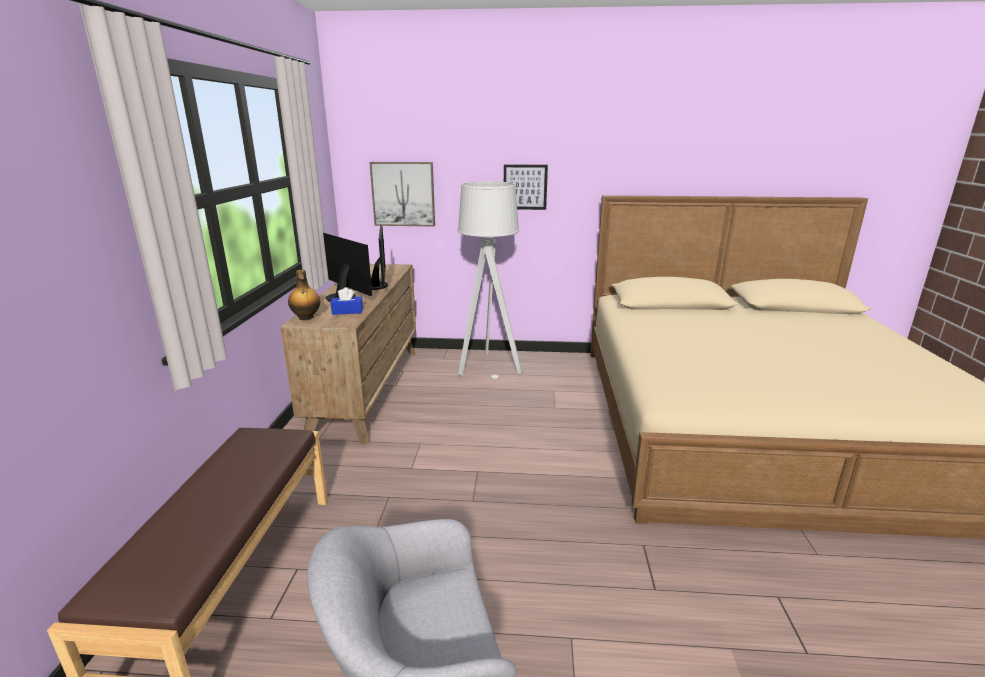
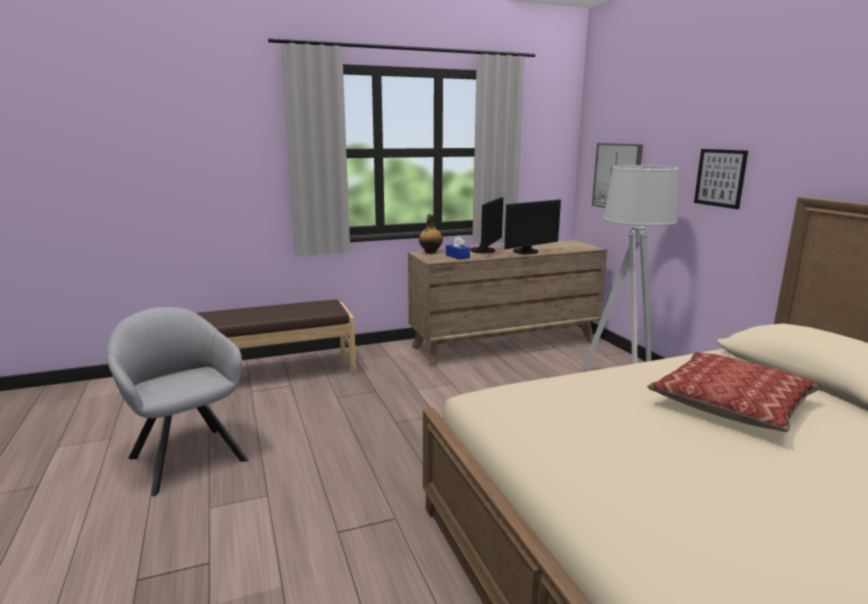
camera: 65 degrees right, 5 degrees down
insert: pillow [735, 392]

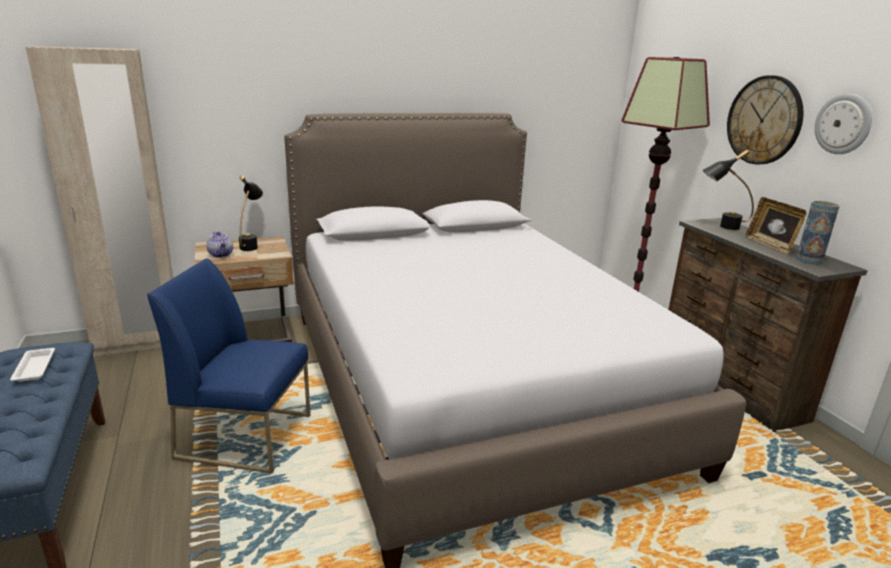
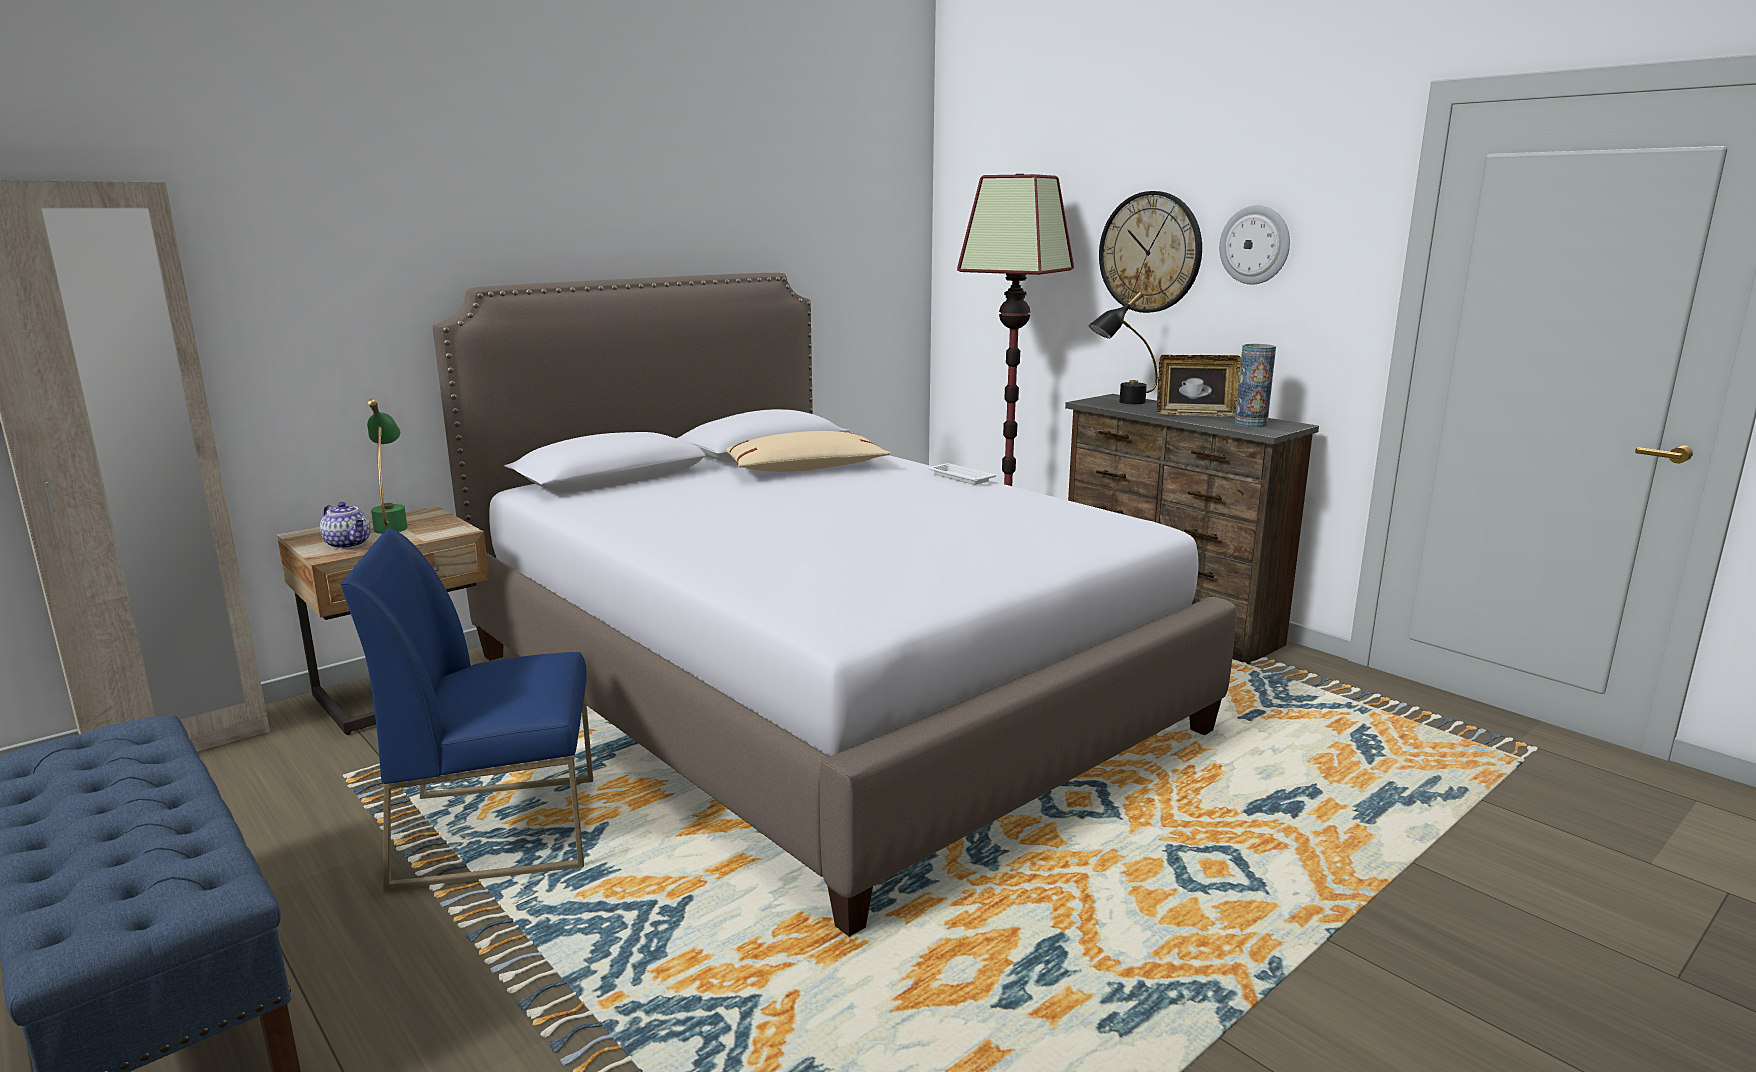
camera: 20 degrees left, 5 degrees down
insert: pillow in beige [808, 451]
move: tray in white [32, 365] to [962, 474]
recolor: table lamp in black [251, 213] to table lamp in green [387, 466]
rotate: picture frame [776, 225] = [1199, 386] 45 degrees counterclockwise

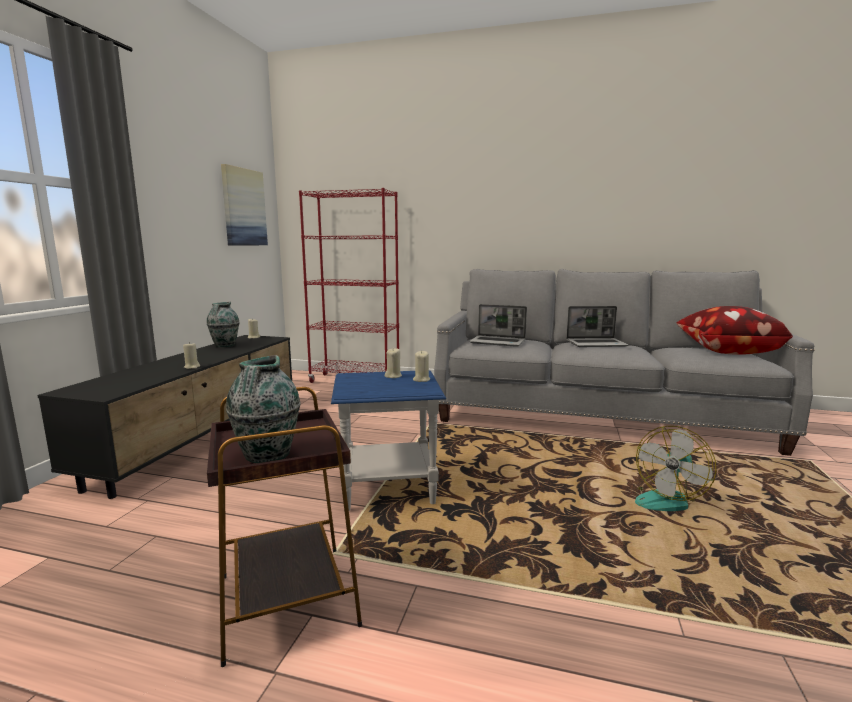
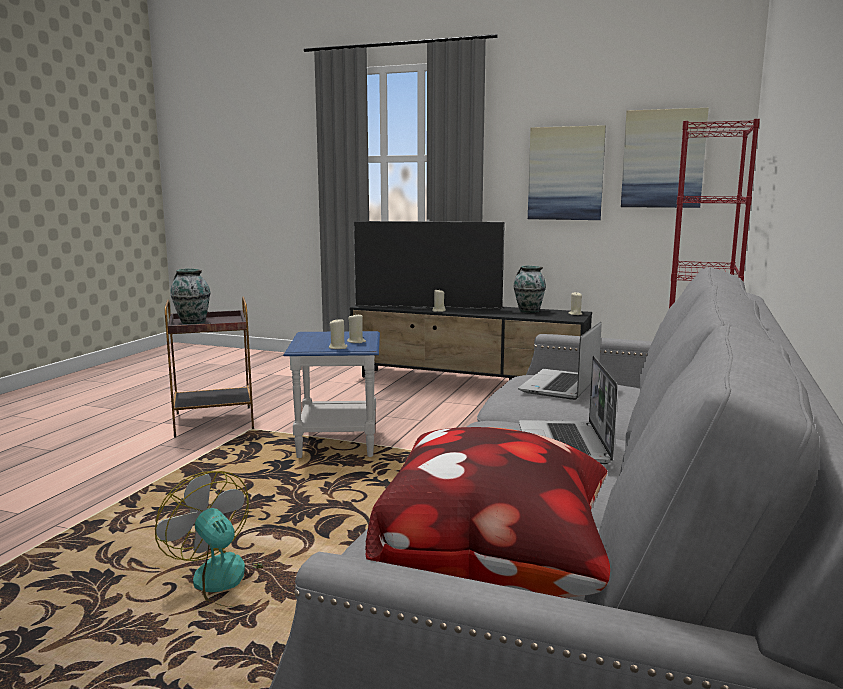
camera: 95 degrees right, 0 degrees up
insert: television [429, 264]; picture [567, 172]

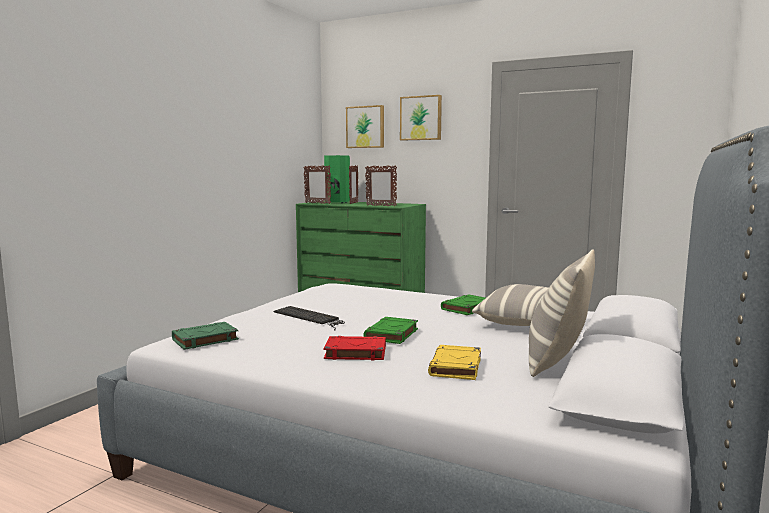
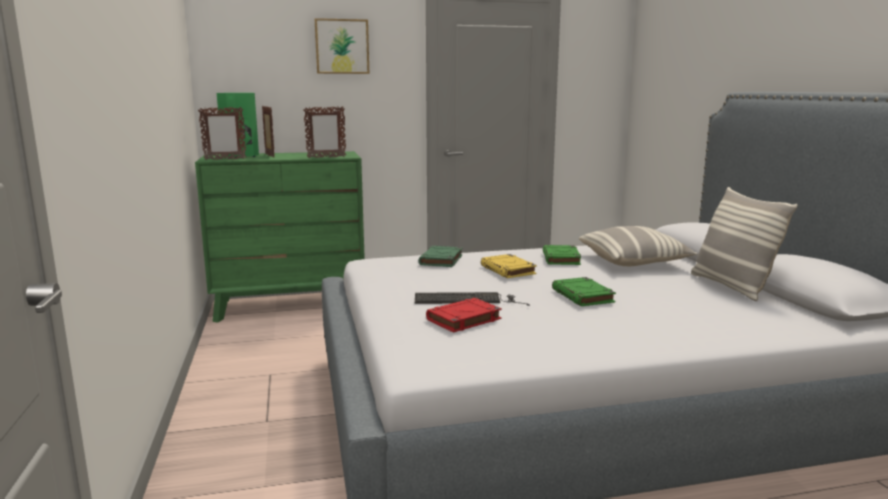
camera: 40 degrees left, 5 degrees up
delete: picture [365, 126]
move: book in green [205, 336] to [440, 256]; book in red [355, 348] to [464, 315]; book in yellow [454, 362] to [509, 266]

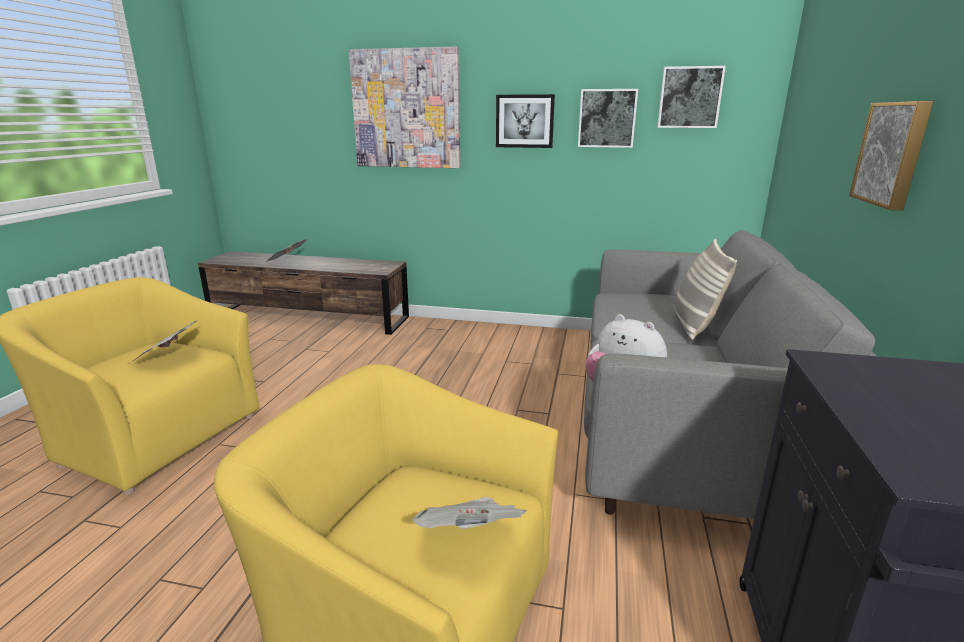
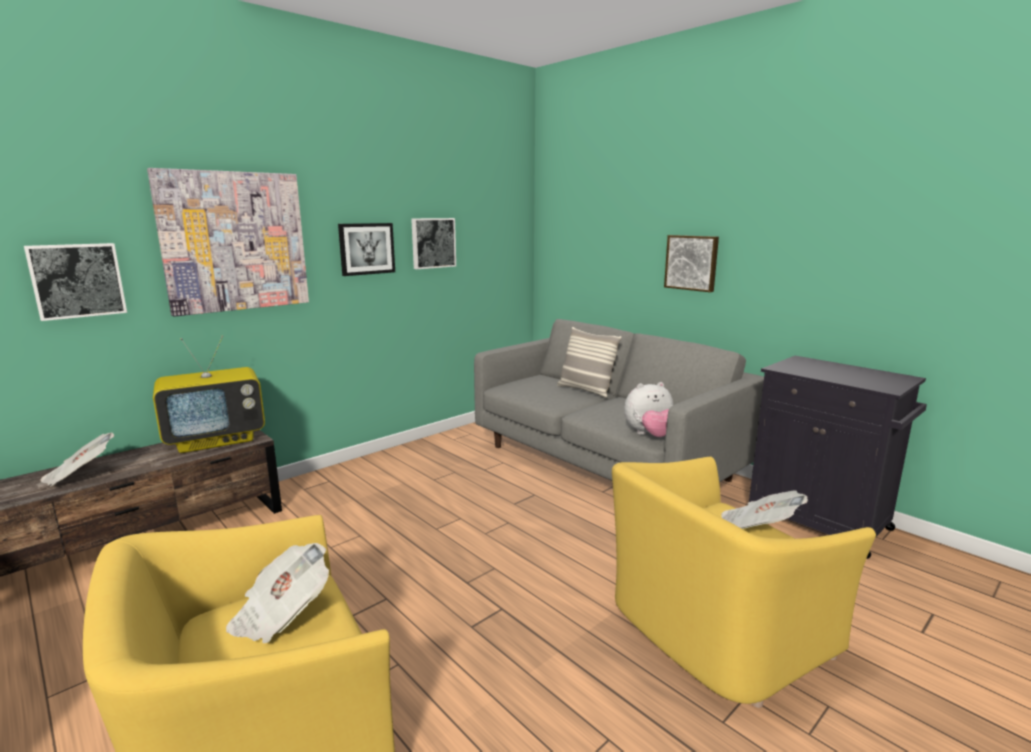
camera: 55 degrees left, 5 degrees down
insert: television [209, 394]
move: picture [691, 97] to [75, 282]

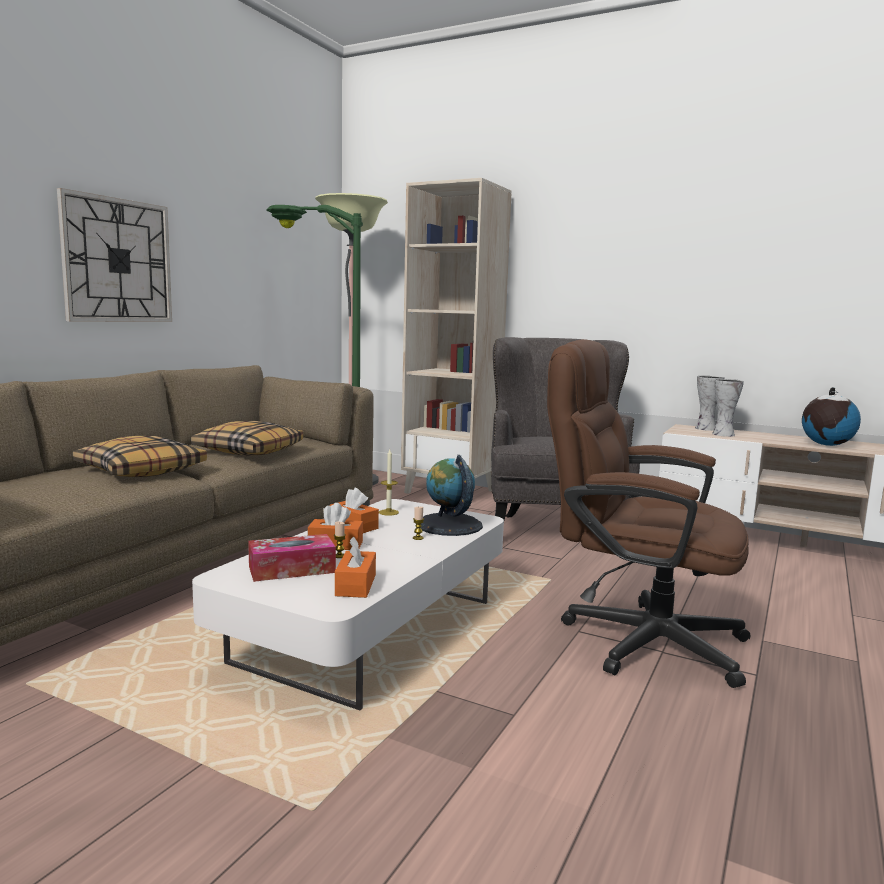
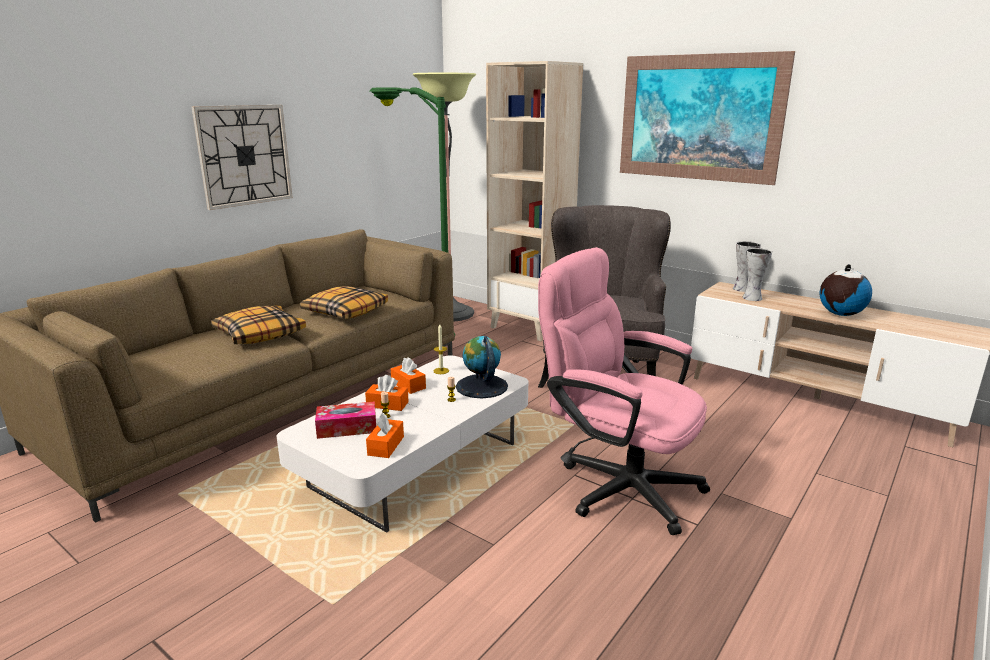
camera: 10 degrees right, 10 degrees up
insert: picture [707, 118]
recolor: office chair in brown [648, 513] to office chair in pink [624, 391]

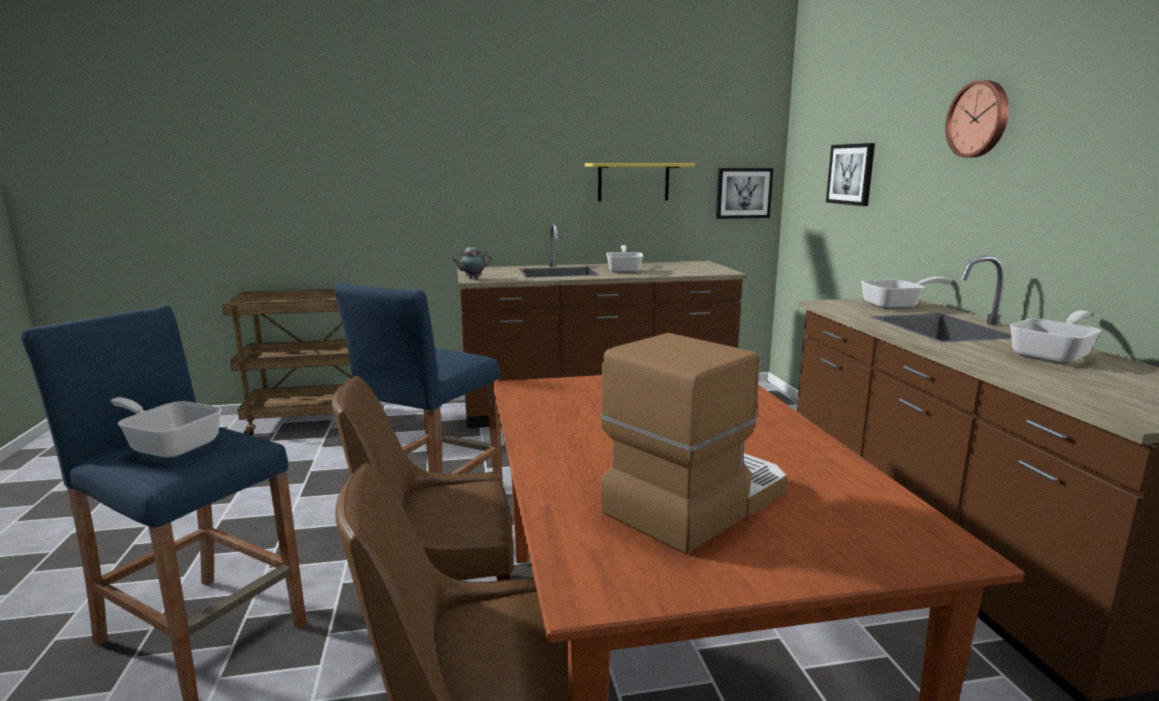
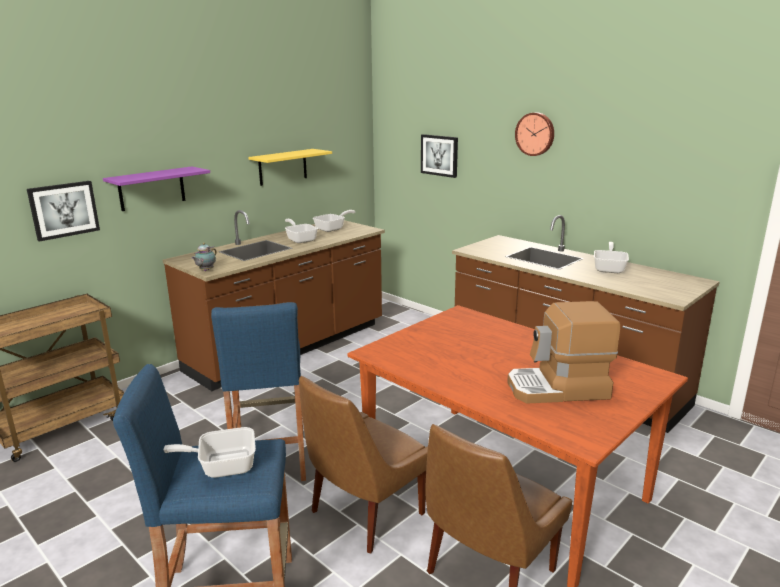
camera: 35 degrees left, 5 degrees up
insert: shelf in purple [156, 188]
move: picture [744, 193] to [63, 211]; frying pan [906, 293] to [334, 221]
rotate: coffee machine [693, 443] = [563, 352] 105 degrees counterclockwise

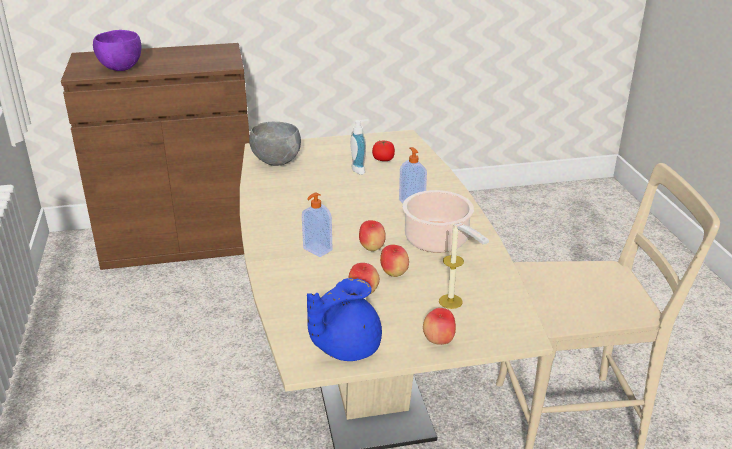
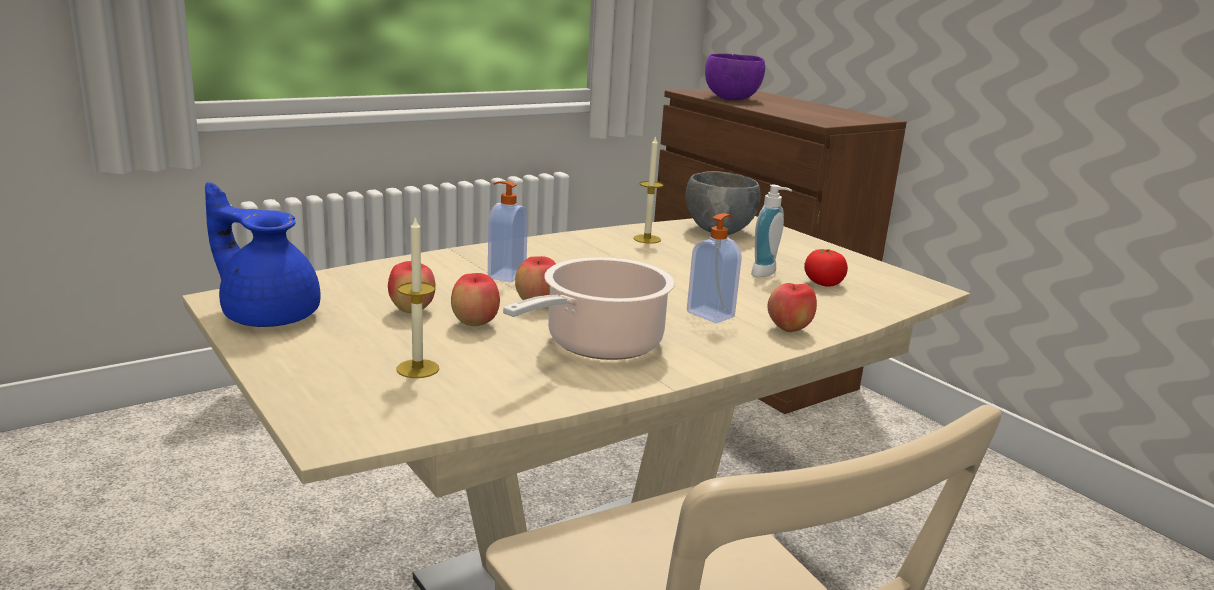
camera: 65 degrees right, 10 degrees down
insert: candle [649, 189]
move: apple [439, 326] to [792, 307]

